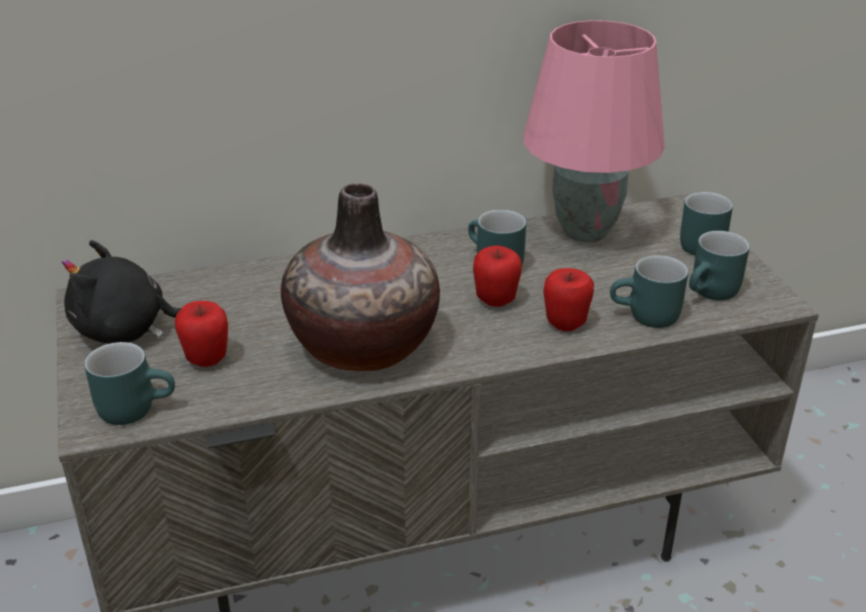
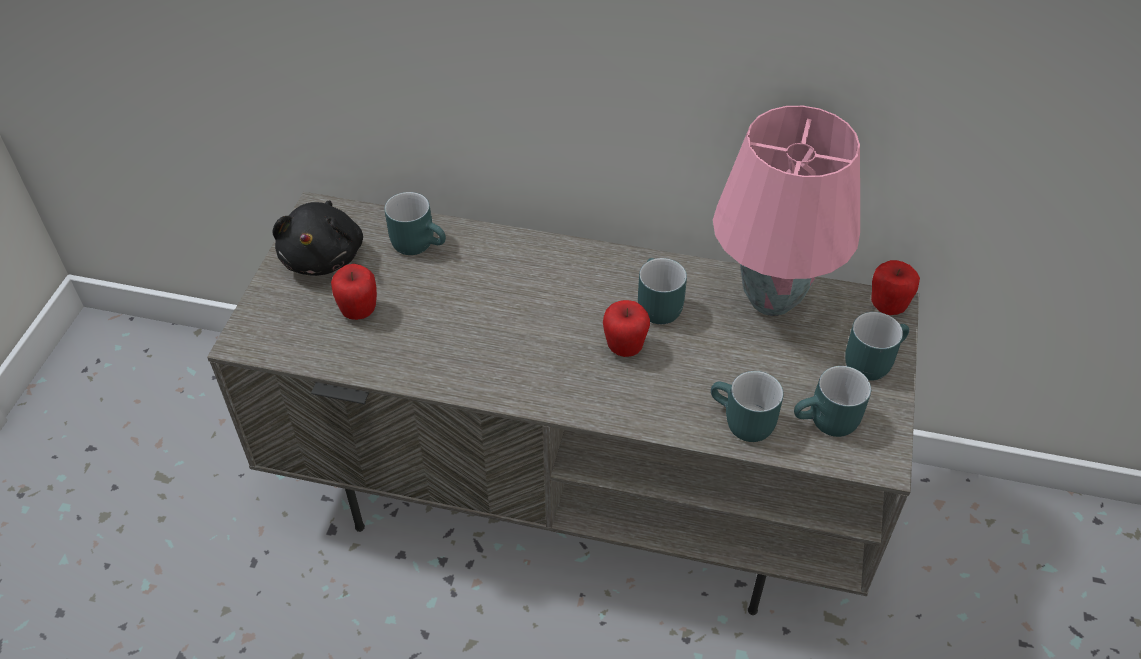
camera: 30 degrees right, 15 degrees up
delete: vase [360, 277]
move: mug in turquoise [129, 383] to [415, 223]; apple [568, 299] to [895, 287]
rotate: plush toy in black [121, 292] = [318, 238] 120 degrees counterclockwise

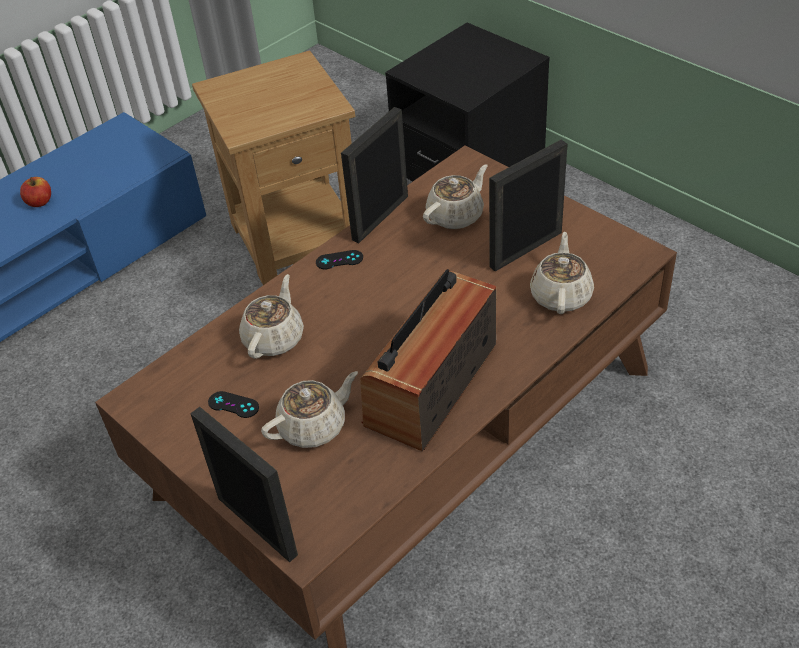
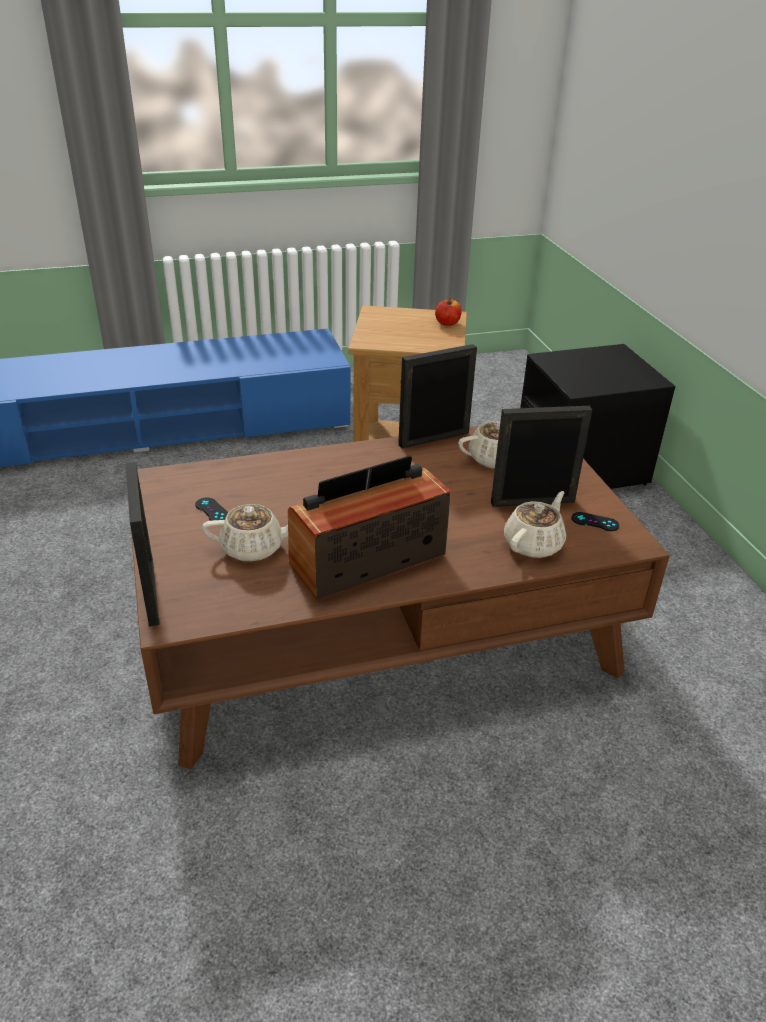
camera: 25 degrees right, 10 degrees down
delete: teapot in beige [271, 316]
move: apple [35, 192] to [448, 312]; game controller in black [339, 259] to [595, 521]

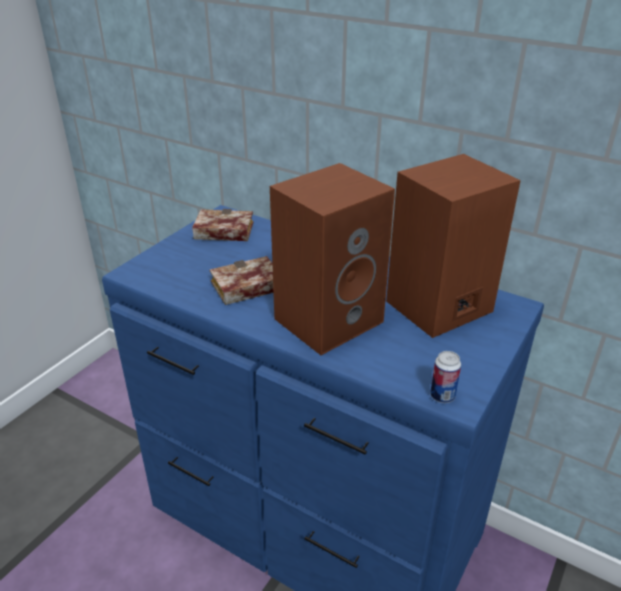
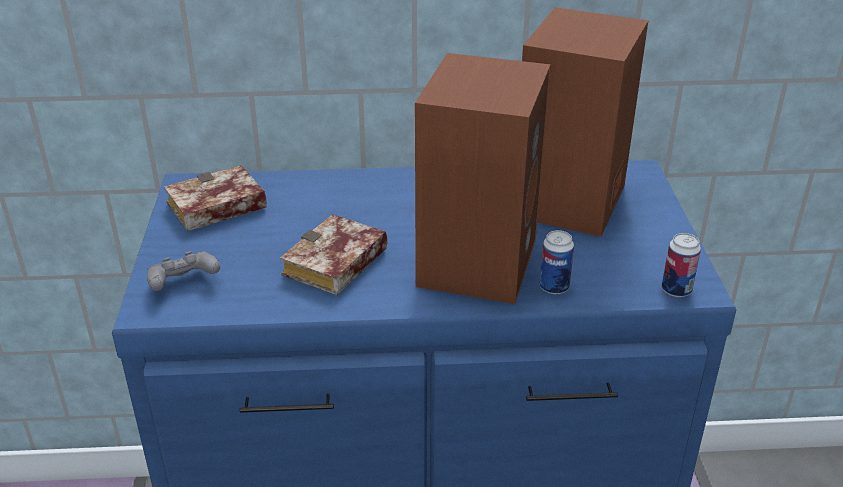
camera: 35 degrees left, 0 degrees up
insert: game controller in grey [183, 271]; can [557, 262]

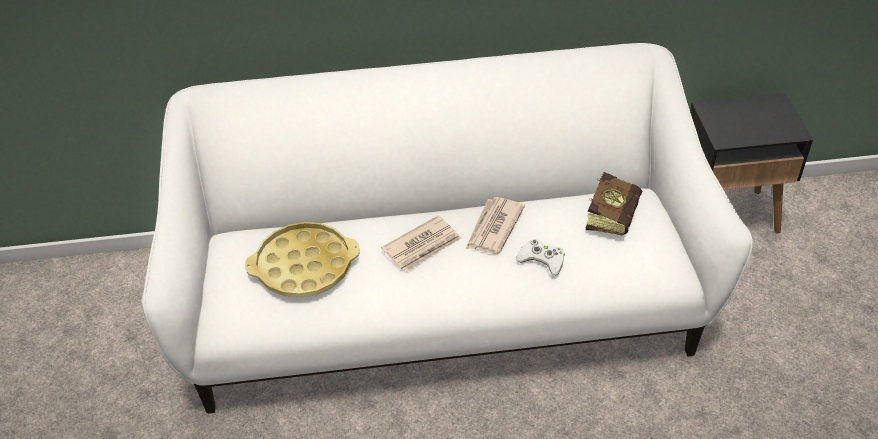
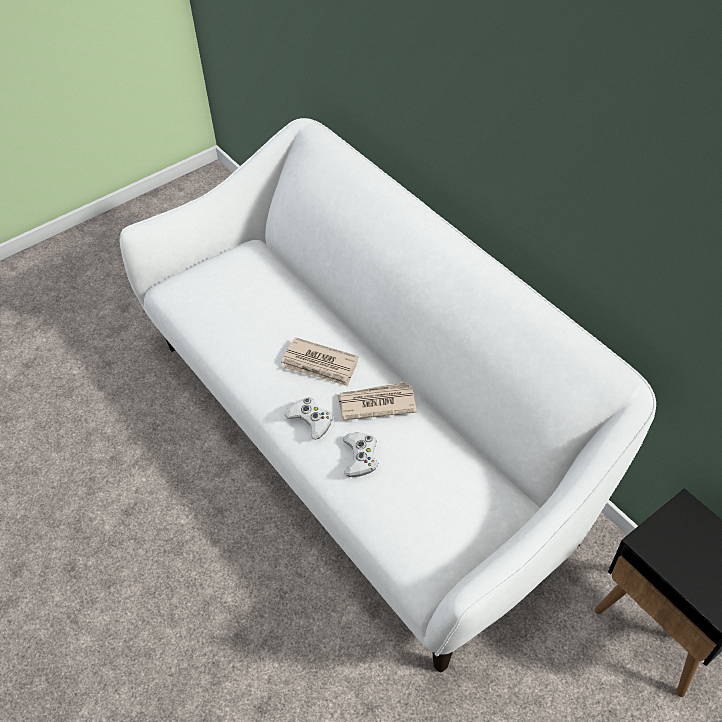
camera: 60 degrees right, 5 degrees up
delete: tray in yellow [302, 260]; book [614, 204]
insert: game controller in white [308, 418]

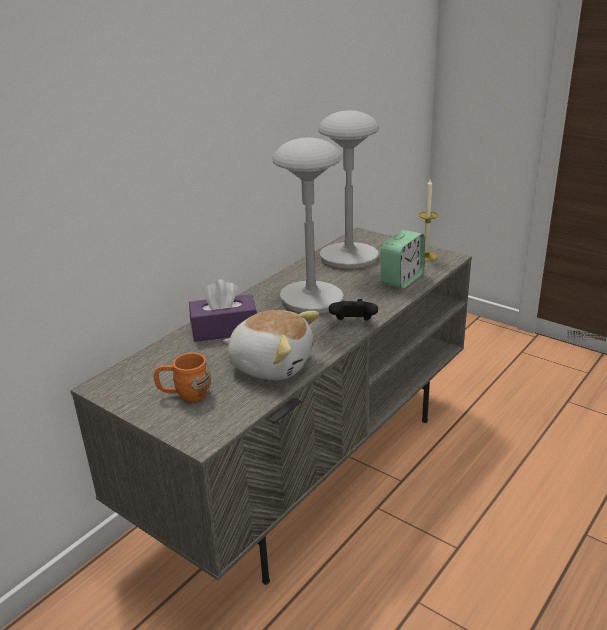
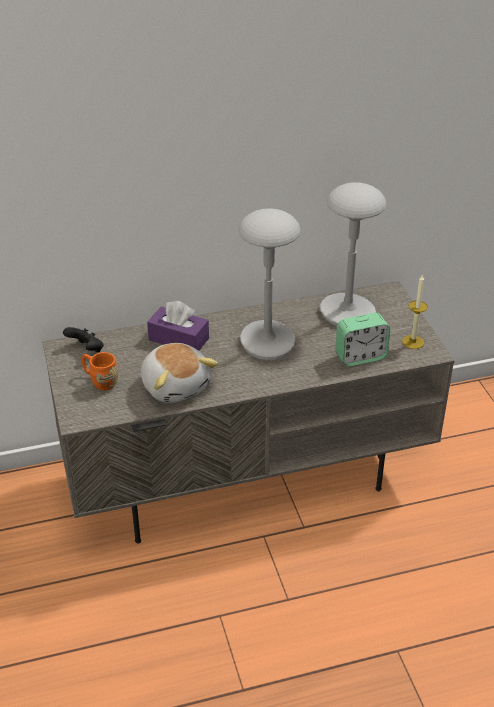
camera: 35 degrees right, 10 degrees up
move: game controller in black [353, 309] to [83, 339]

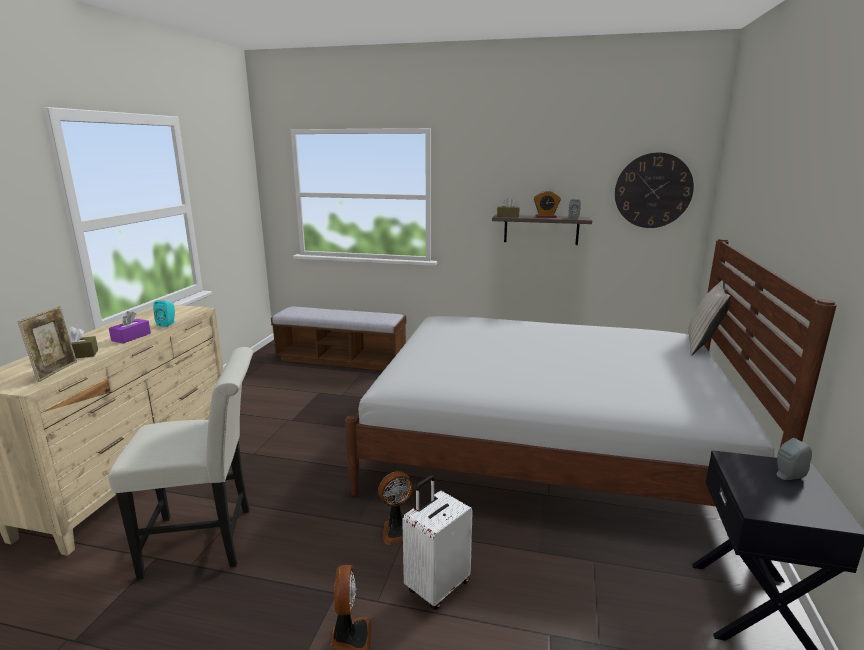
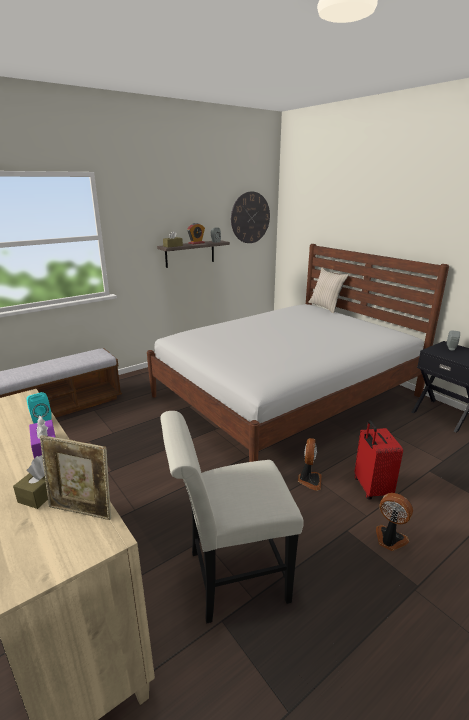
camera: 50 degrees left, 5 degrees up
recolor: suitcase in white [437, 543] to suitcase in red [379, 459]
rotate: picture frame [47, 344] = [75, 477] 150 degrees clockwise; chair in white [180, 463] = [232, 517] 135 degrees counterclockwise

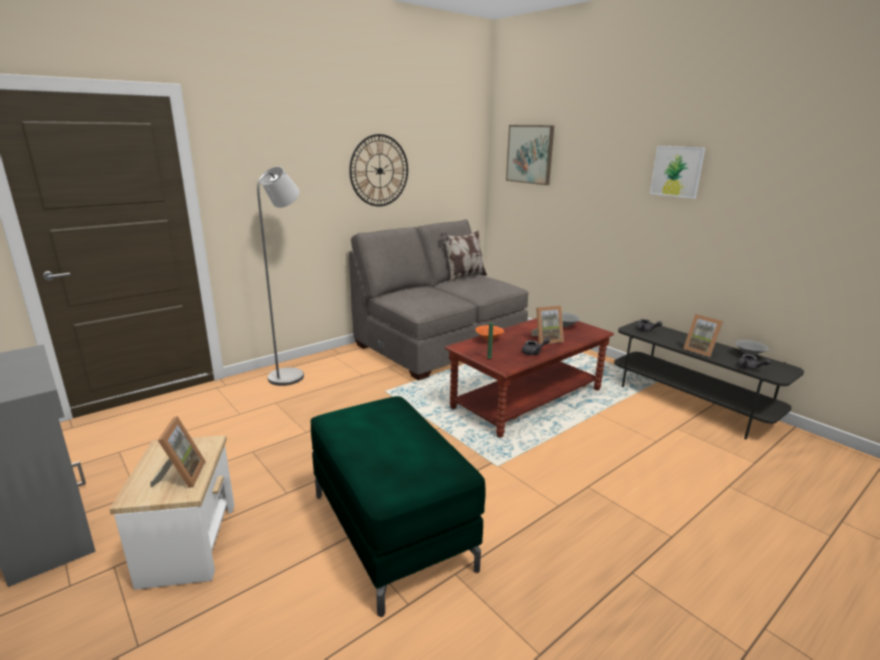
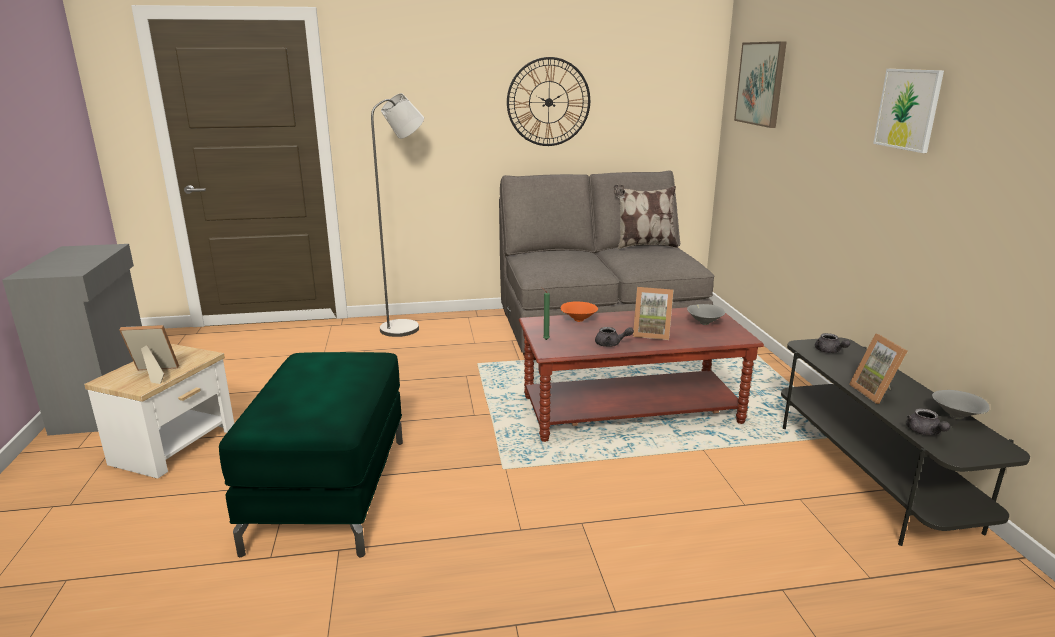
camera: 30 degrees right, 0 degrees up
rotate: picture frame [178, 452] = [149, 354] 120 degrees counterclockwise

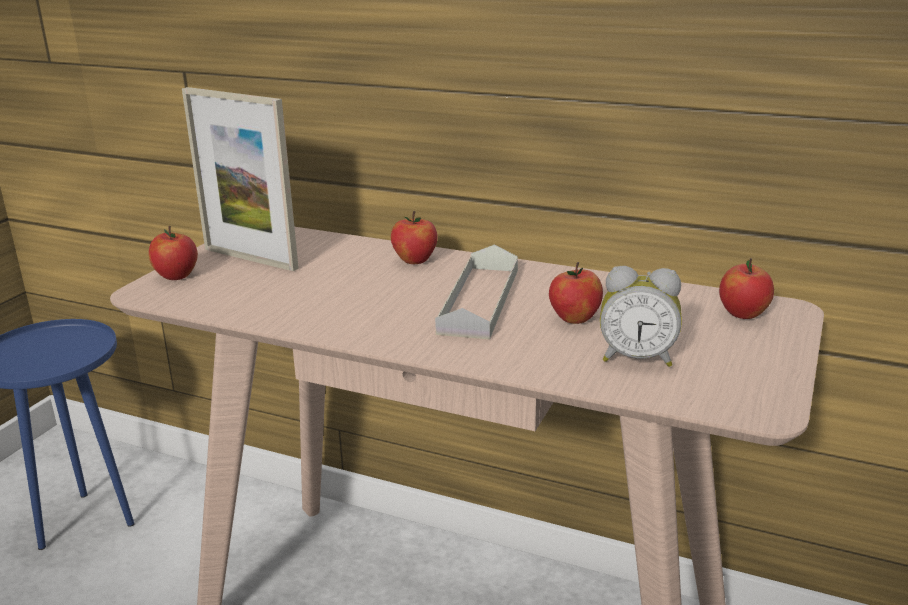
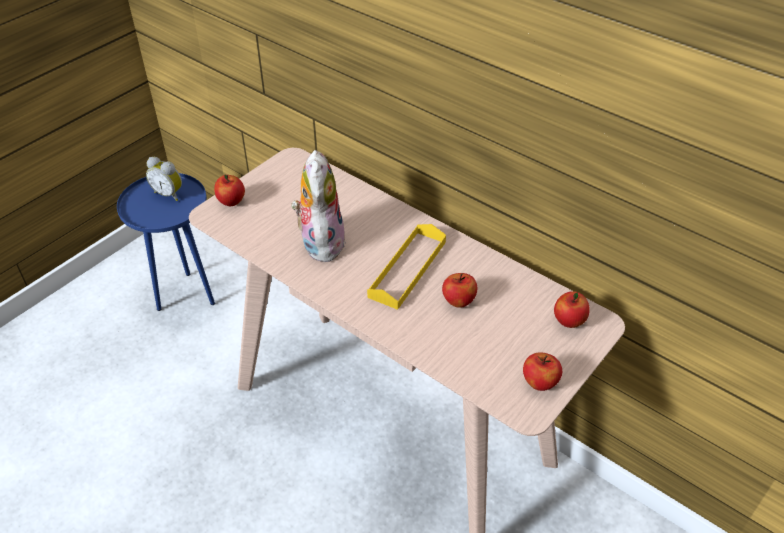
camera: 15 degrees right, 20 degrees up
delete: picture frame [240, 179]
insert: plush toy [318, 206]
move: apple [414, 237] to [542, 371]; alarm clock [641, 316] to [164, 179]
recolor: tray in grey [476, 292] to tray in yellow [406, 267]

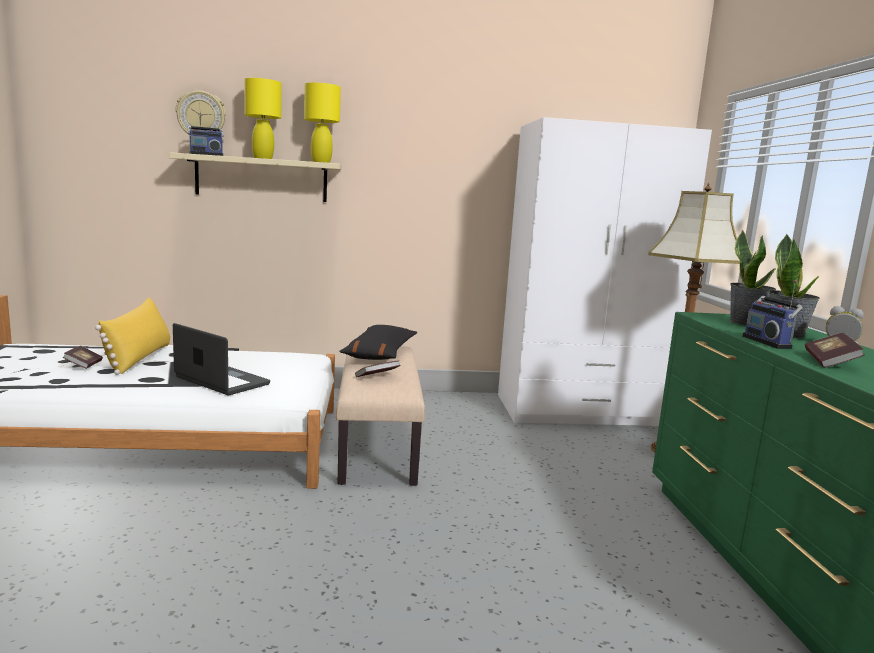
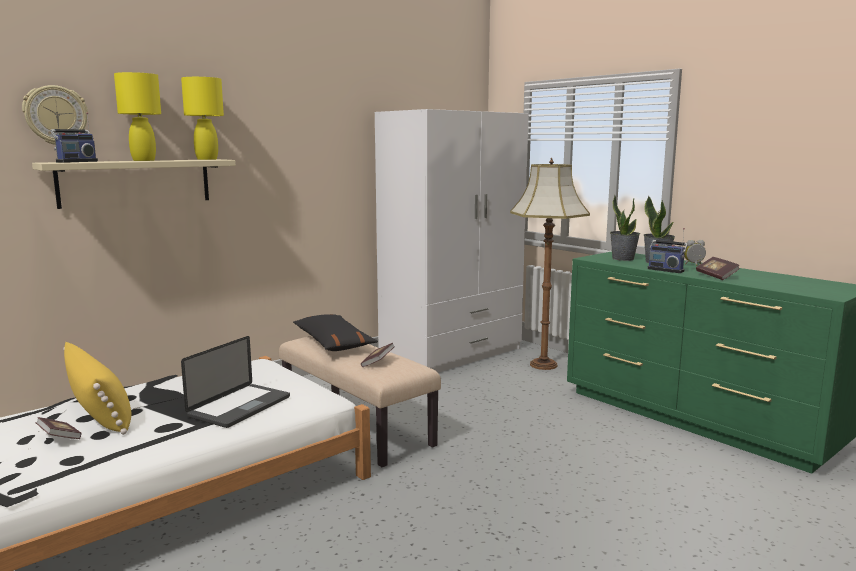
camera: 35 degrees left, 0 degrees up
rotate: laptop [221, 359] = [235, 382] 120 degrees clockwise

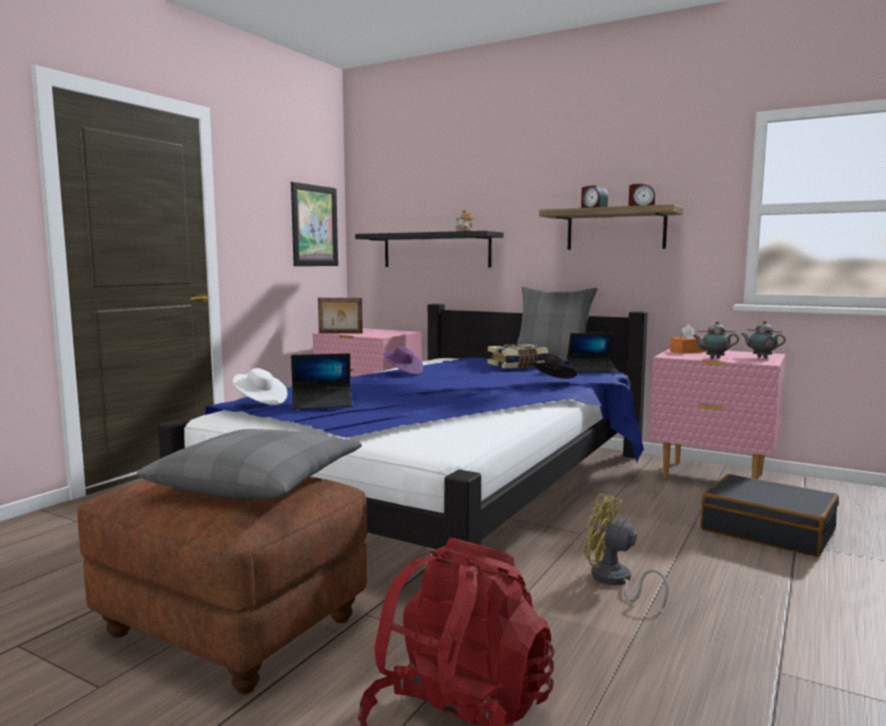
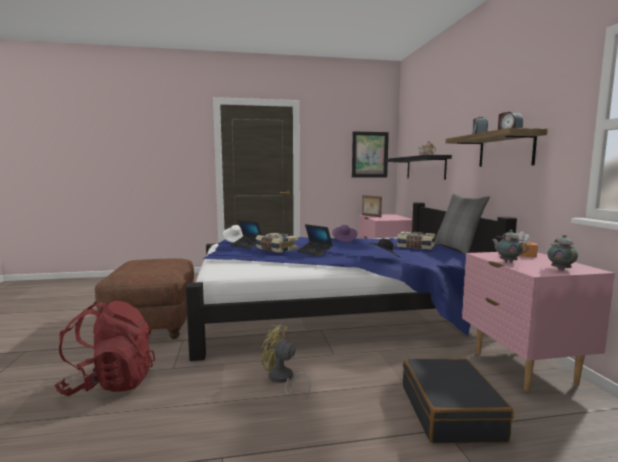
camera: 50 degrees right, 0 degrees up
delete: pillow in grey [249, 464]
insert: book [277, 243]
move: laptop [592, 353] to [315, 240]
rotate: fan in yellow [626, 551] = [286, 360] 60 degrees counterclockwise

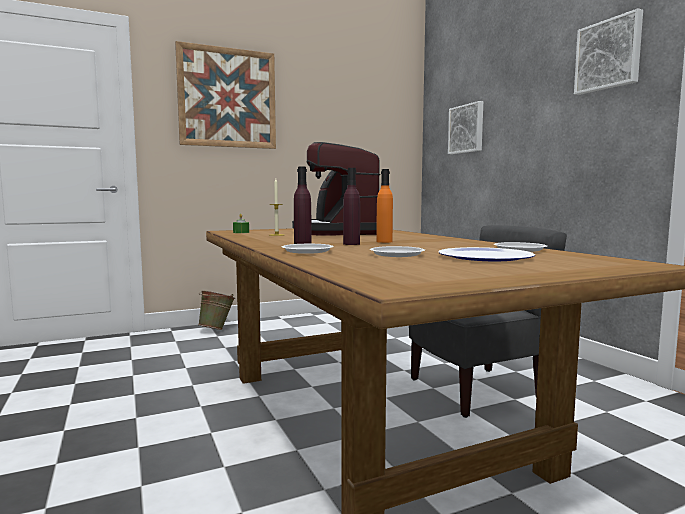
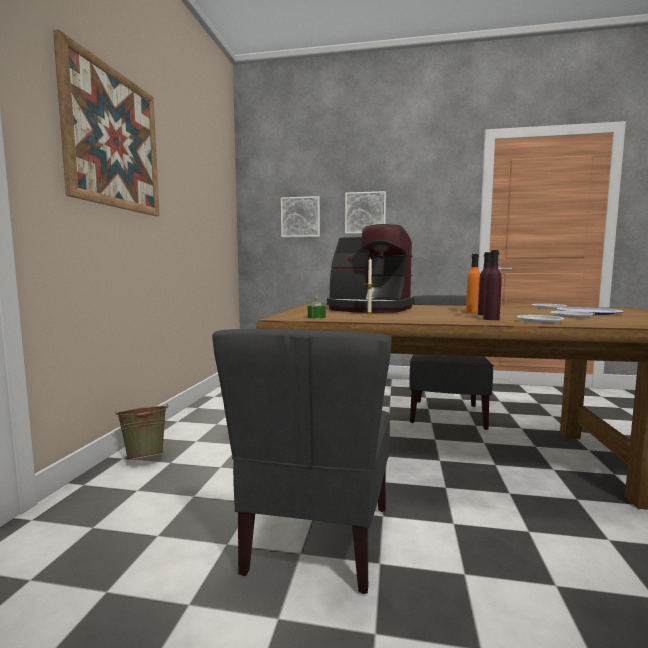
camera: 55 degrees left, 0 degrees up
insert: chair in grey [302, 461]
move: picture [608, 51] to [365, 212]

